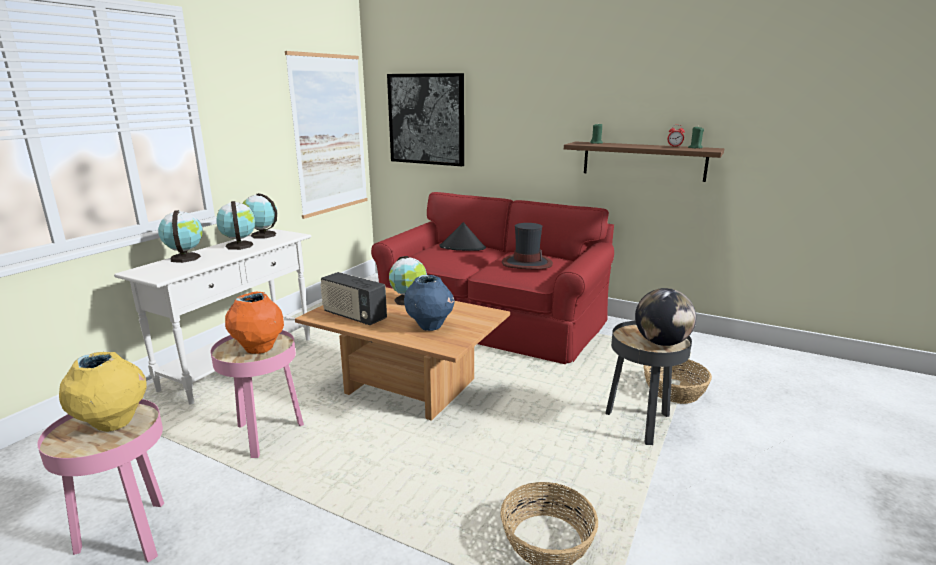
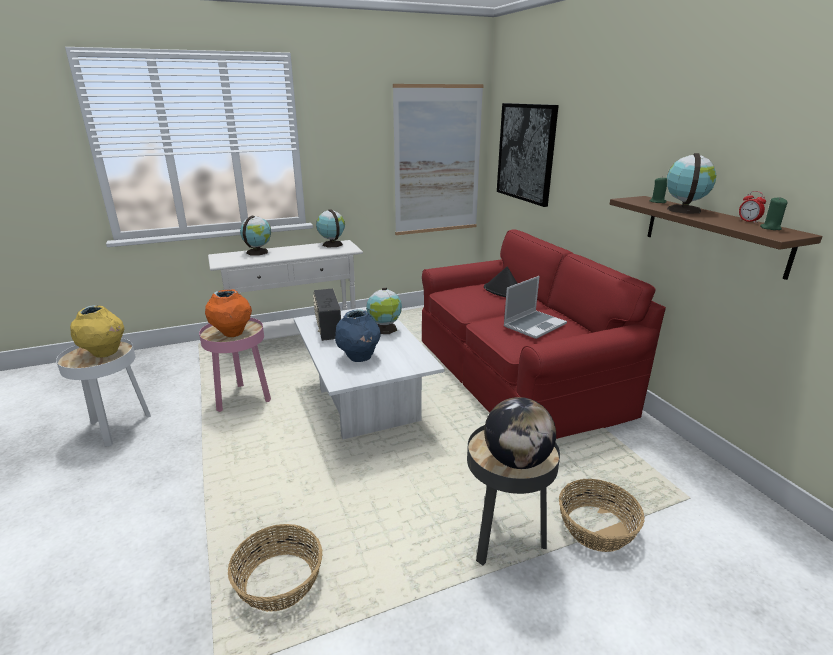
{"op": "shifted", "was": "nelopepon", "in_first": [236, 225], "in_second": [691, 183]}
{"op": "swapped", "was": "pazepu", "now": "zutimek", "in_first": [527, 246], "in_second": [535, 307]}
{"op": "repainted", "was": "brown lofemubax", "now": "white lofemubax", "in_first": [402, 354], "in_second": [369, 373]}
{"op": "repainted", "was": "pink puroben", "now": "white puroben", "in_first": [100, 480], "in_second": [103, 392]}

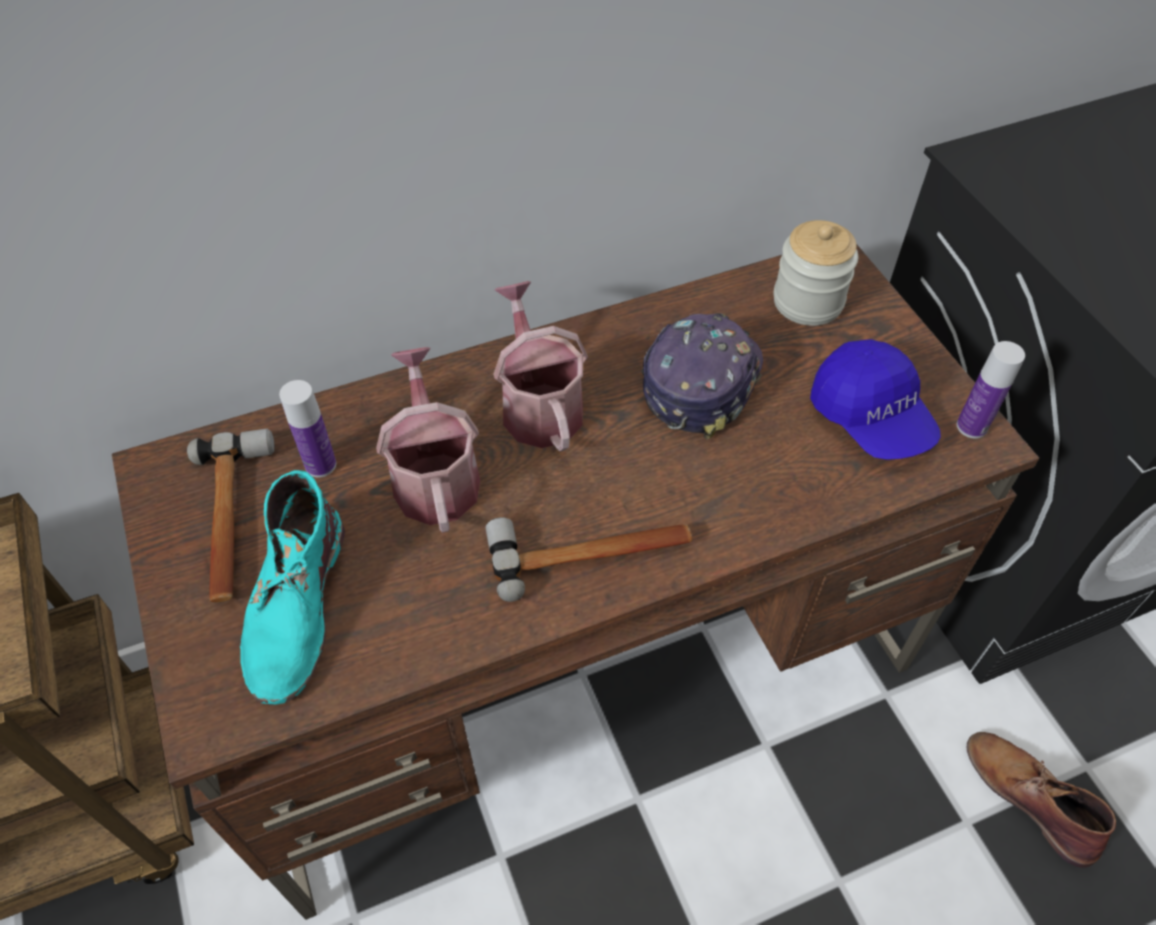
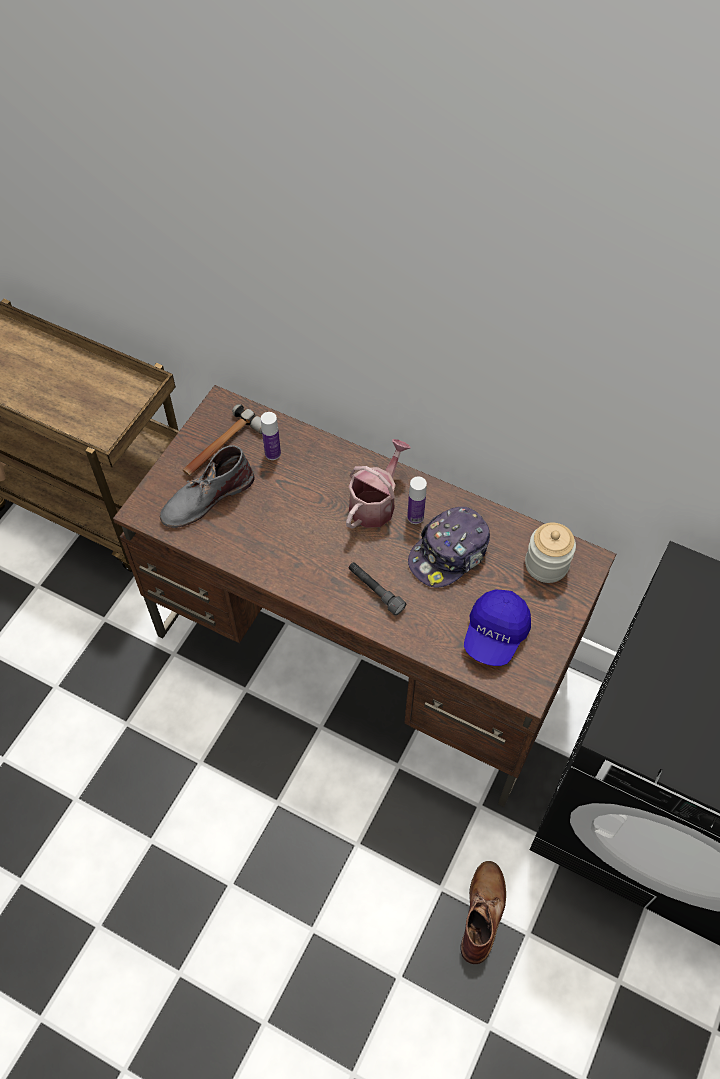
{"op": "rotated", "was": "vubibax", "in_first": [702, 376], "in_second": [449, 547], "clockwise": 150}
{"op": "shifted", "was": "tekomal", "in_first": [991, 390], "in_second": [417, 500]}
{"op": "gone", "was": "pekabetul", "in_first": [428, 440]}
{"op": "repainted", "was": "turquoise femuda", "now": "grey femuda", "in_first": [292, 587], "in_second": [207, 486]}
{"op": "gone", "was": "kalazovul", "in_first": [589, 559]}
{"op": "new", "now": "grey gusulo", "in_second": [377, 589]}

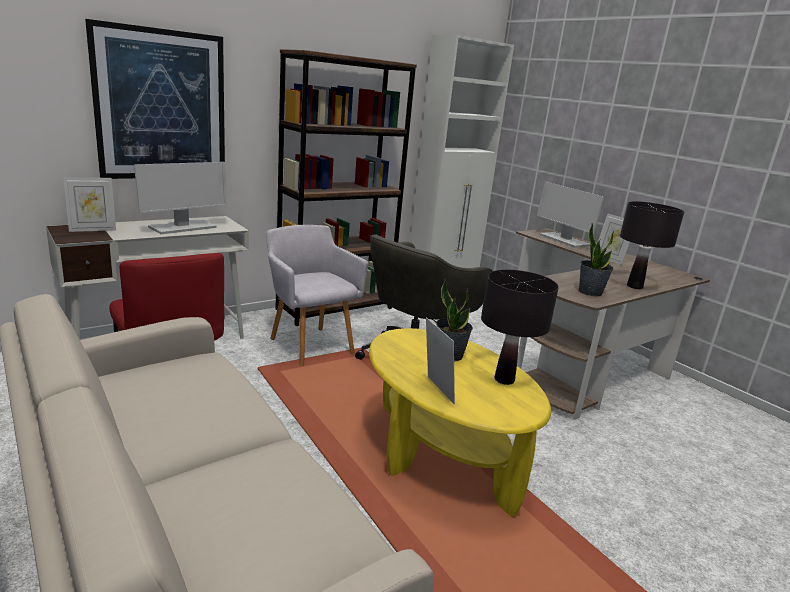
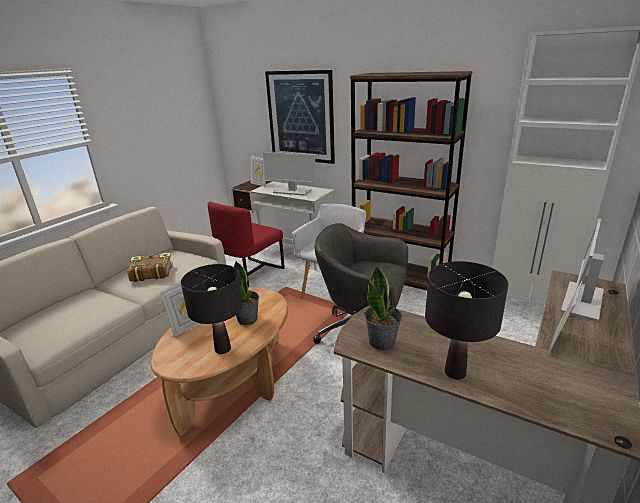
{"op": "repainted", "was": "yellow lofemubax", "now": "brown lofemubax", "in_first": [460, 422], "in_second": [219, 362]}
{"op": "new", "now": "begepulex", "in_second": [150, 267]}

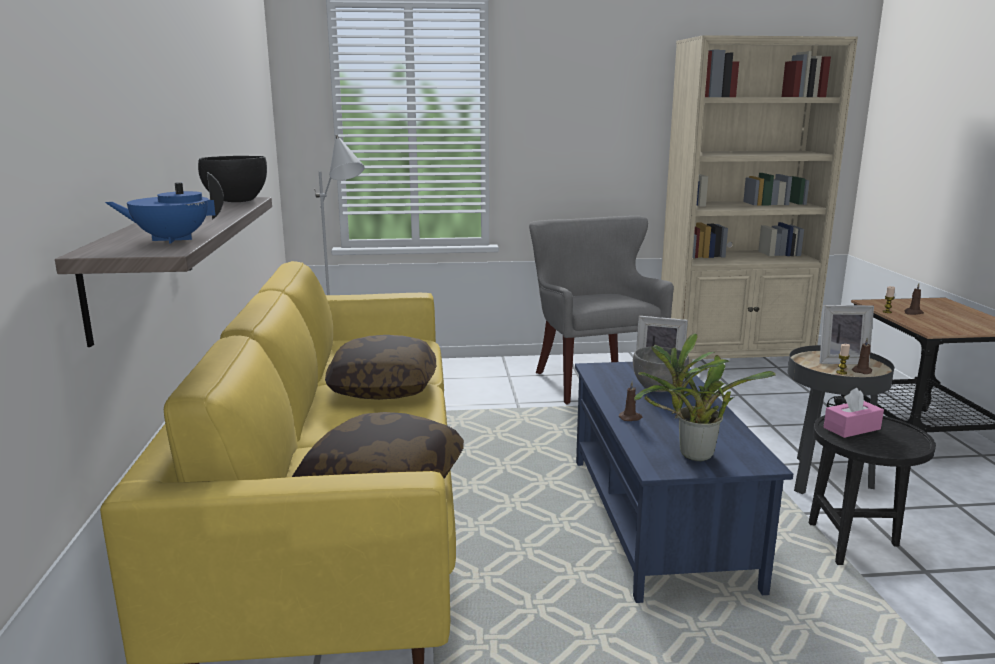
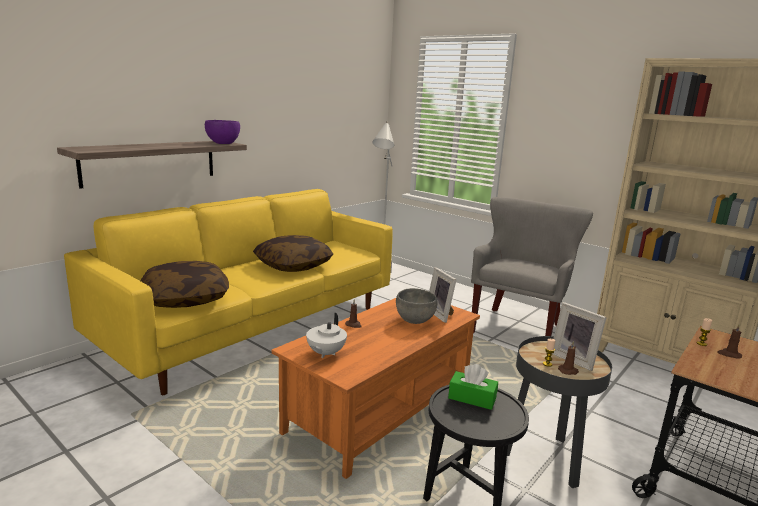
{"op": "repainted", "was": "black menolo", "now": "purple menolo", "in_first": [232, 179], "in_second": [222, 132]}
{"op": "gone", "was": "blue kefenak", "in_first": [164, 207]}
{"op": "swapped", "was": "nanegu", "now": "white kefenak", "in_first": [704, 397], "in_second": [326, 335]}
{"op": "repainted", "was": "blue lofemubax", "now": "orange lofemubax", "in_first": [684, 482], "in_second": [376, 388]}
{"op": "repainted", "was": "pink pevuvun", "now": "green pevuvun", "in_first": [854, 413], "in_second": [473, 387]}

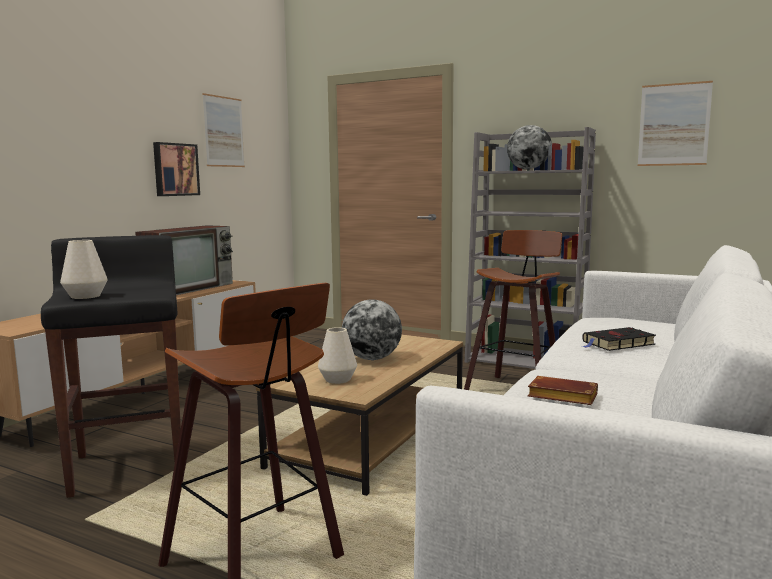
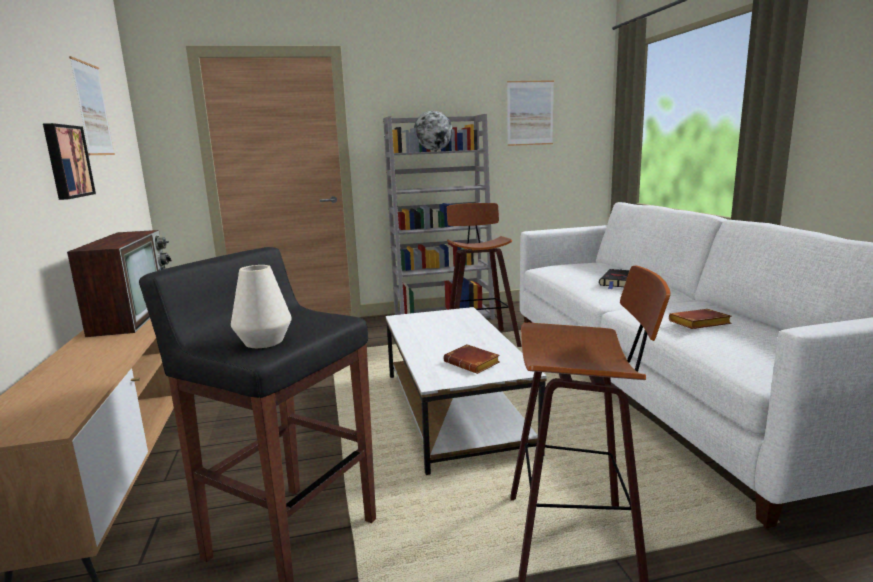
{"op": "gone", "was": "nelopepon", "in_first": [372, 329]}
{"op": "swapped", "was": "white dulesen", "now": "brown begepulex", "in_first": [337, 355], "in_second": [471, 359]}
{"op": "repainted", "was": "brown lofemubax", "now": "white lofemubax", "in_first": [359, 415], "in_second": [466, 391]}

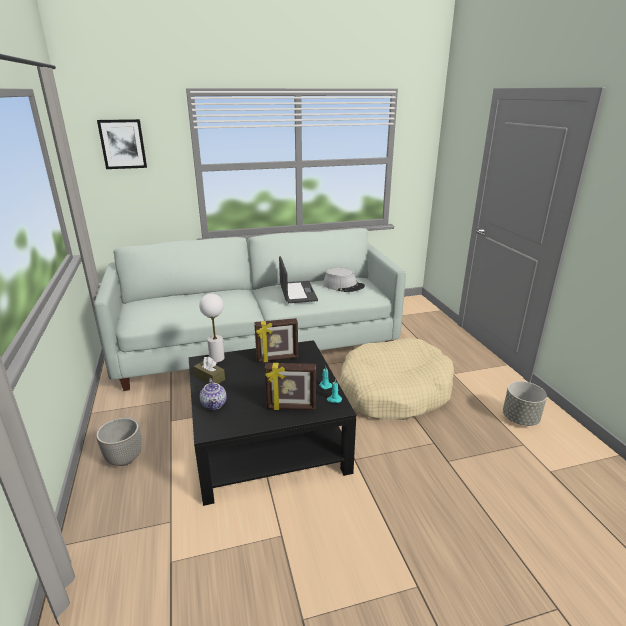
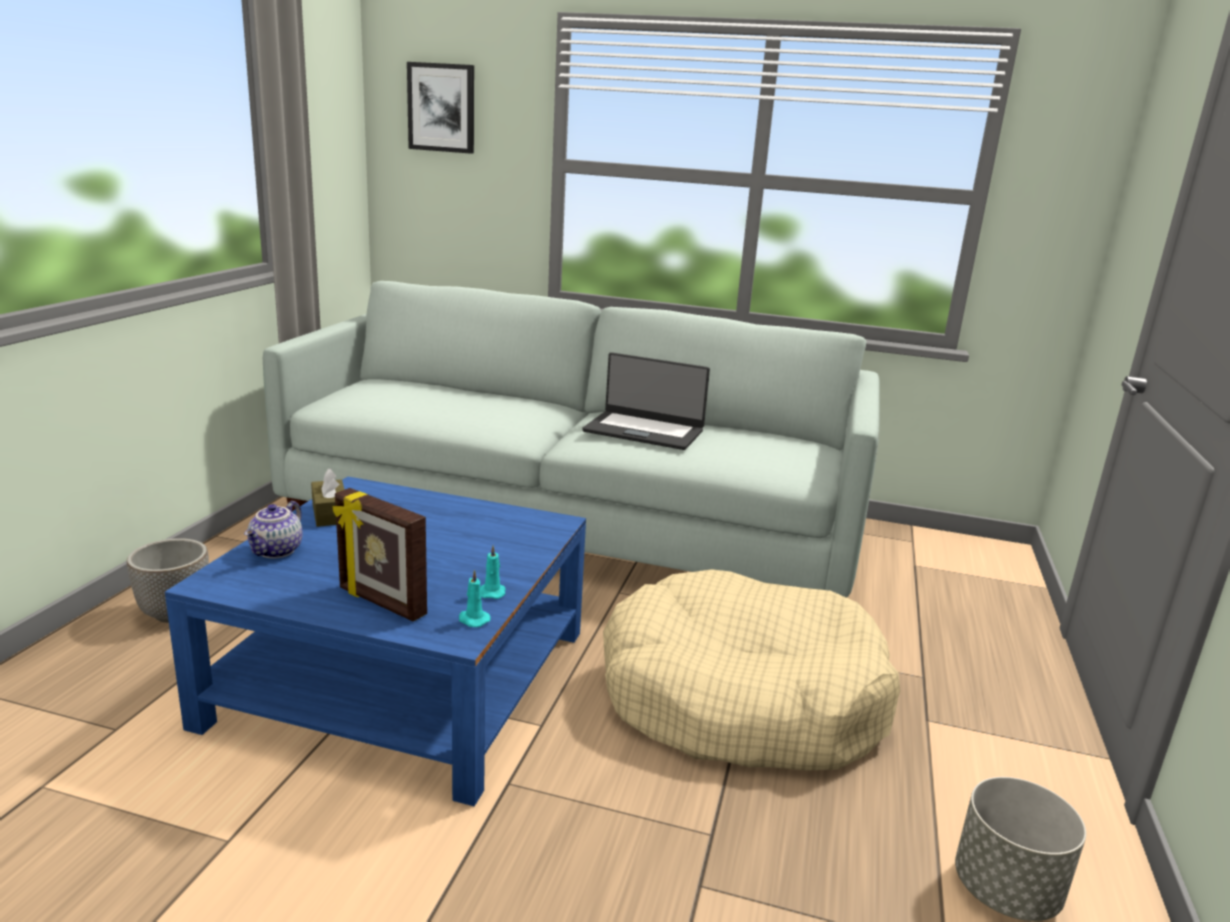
{"op": "rotated", "was": "zutimek", "in_first": [298, 279], "in_second": [646, 401], "clockwise": 90}
{"op": "gone", "was": "grey pazepu", "in_first": [344, 280]}
{"op": "gone", "was": "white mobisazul", "in_first": [212, 328]}
{"op": "gone", "was": "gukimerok", "in_first": [276, 340]}
{"op": "repainted", "was": "black lofemubax", "now": "blue lofemubax", "in_first": [272, 423], "in_second": [375, 641]}

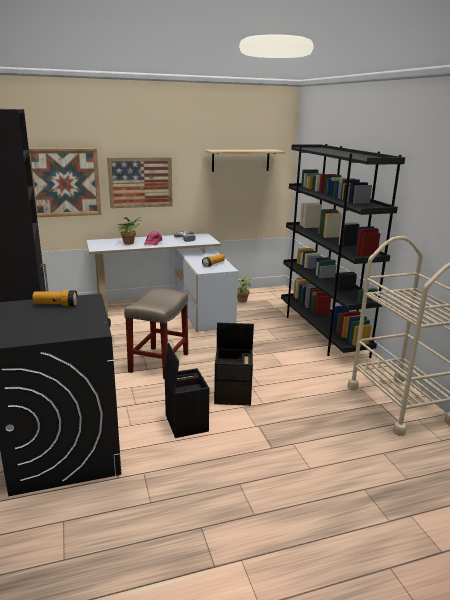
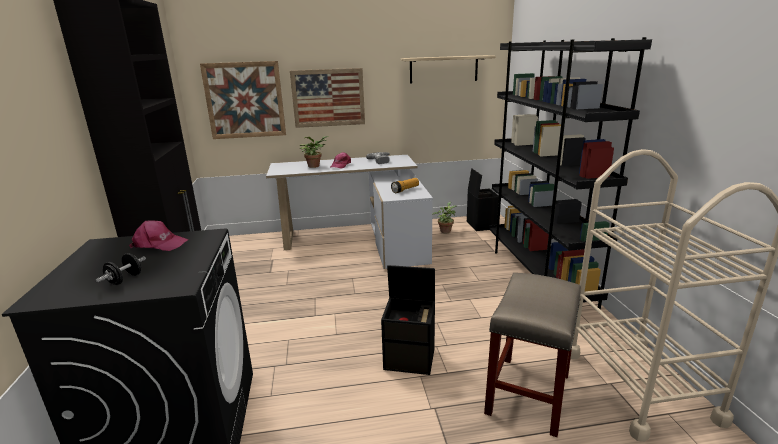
{"op": "shifted", "was": "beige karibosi", "in_first": [156, 333], "in_second": [532, 355]}
{"op": "swapped", "was": "gusulo", "now": "pink vubibax", "in_first": [55, 298], "in_second": [158, 235]}
{"op": "shifted", "was": "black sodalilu", "in_first": [186, 390], "in_second": [483, 199]}
{"op": "new", "now": "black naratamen", "in_second": [121, 269]}

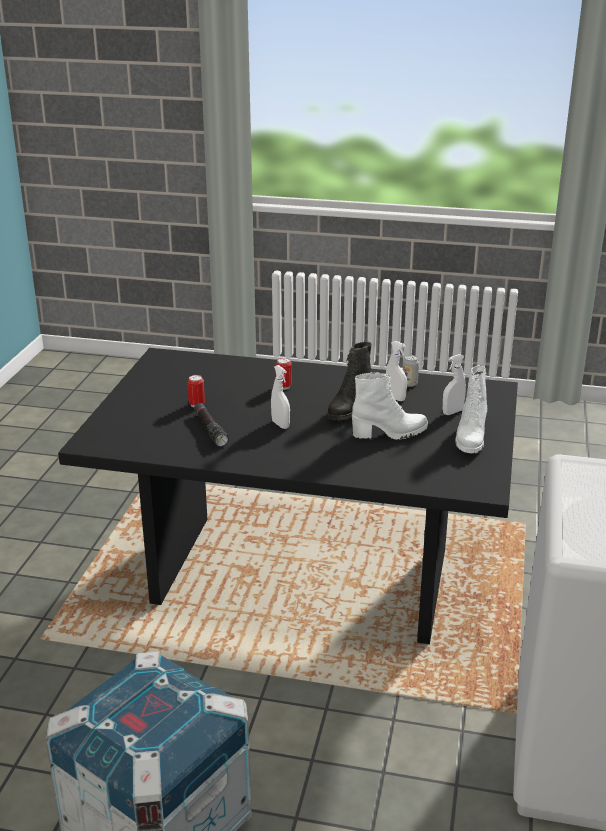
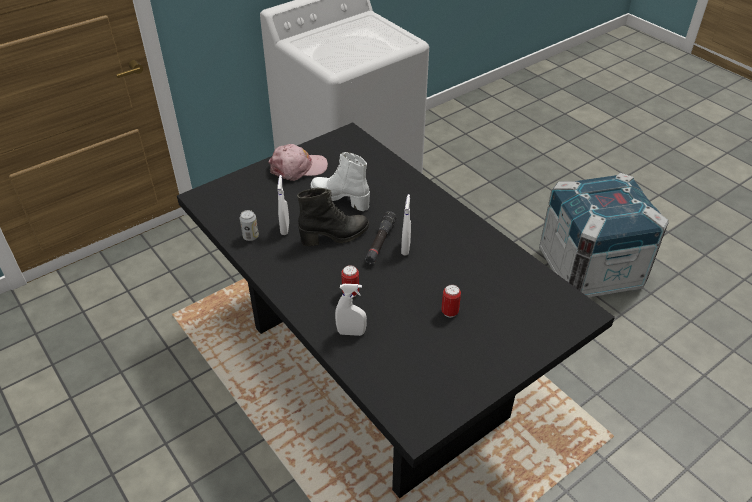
{"op": "shifted", "was": "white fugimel", "in_first": [454, 384], "in_second": [351, 310]}
{"op": "swapped", "was": "white femuda", "now": "pink vubibax", "in_first": [471, 409], "in_second": [298, 162]}
{"op": "shifted", "was": "black gusulo", "in_first": [211, 425], "in_second": [381, 238]}

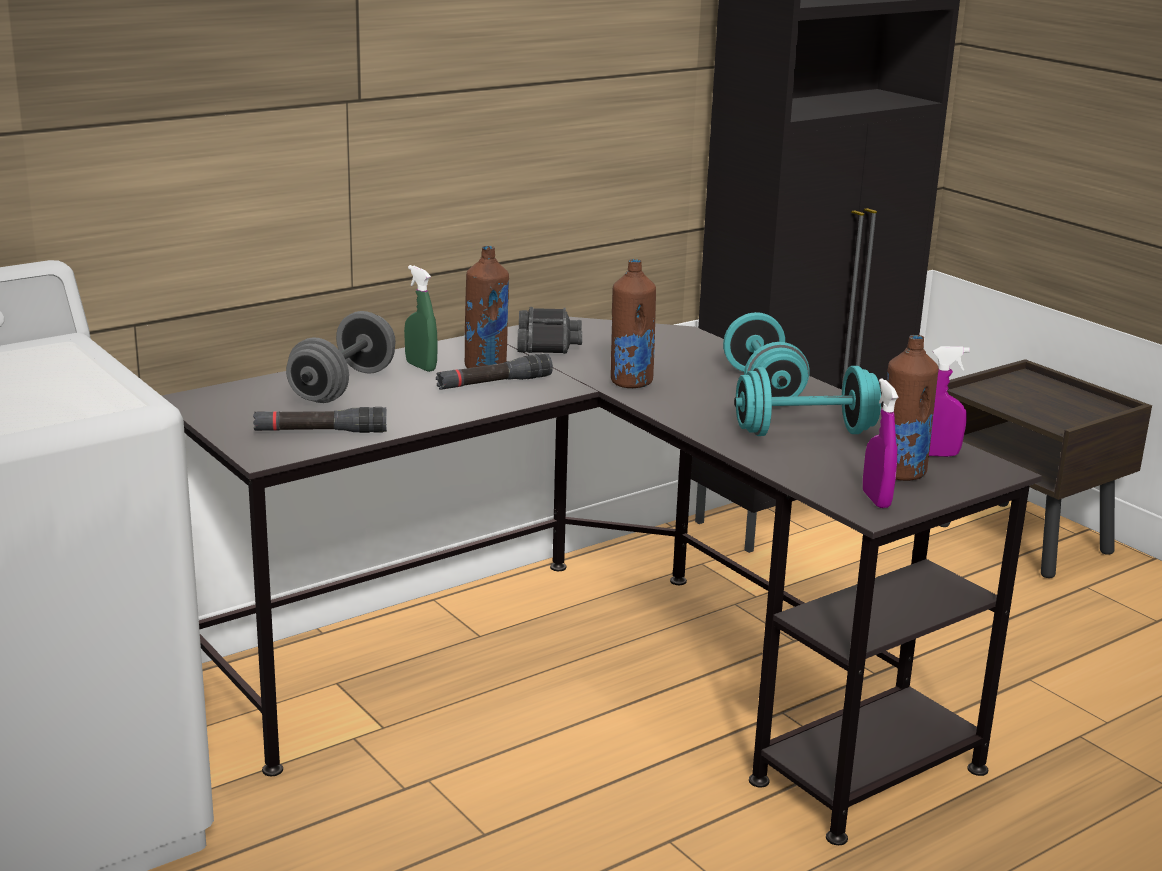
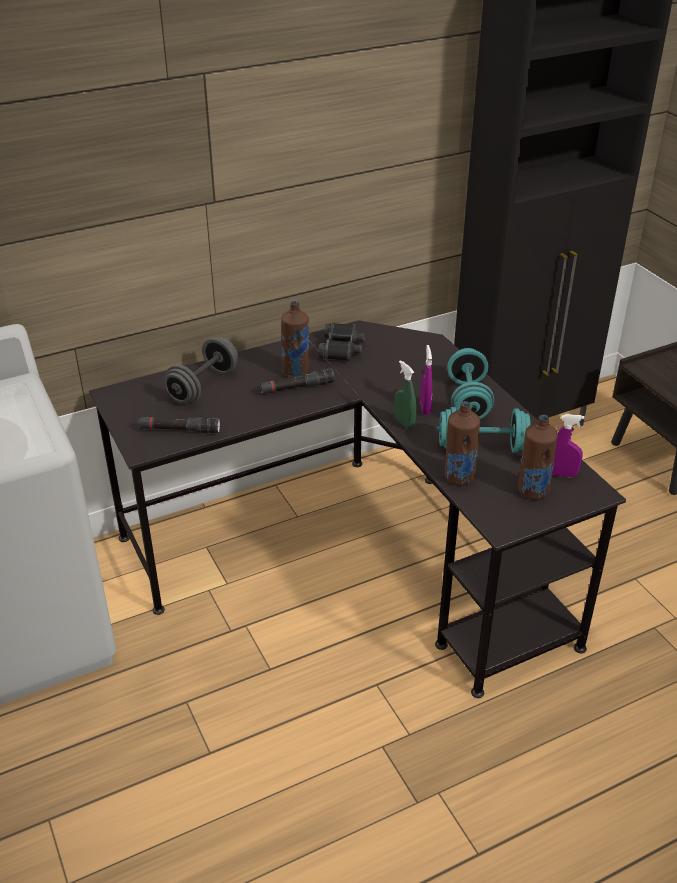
{"op": "shifted", "was": "brown tekomal", "in_first": [633, 323], "in_second": [462, 443]}
{"op": "shifted", "was": "green fugimel", "in_first": [421, 318], "in_second": [405, 395]}
{"op": "shifted", "was": "purple fugimel", "in_first": [880, 443], "in_second": [426, 380]}

